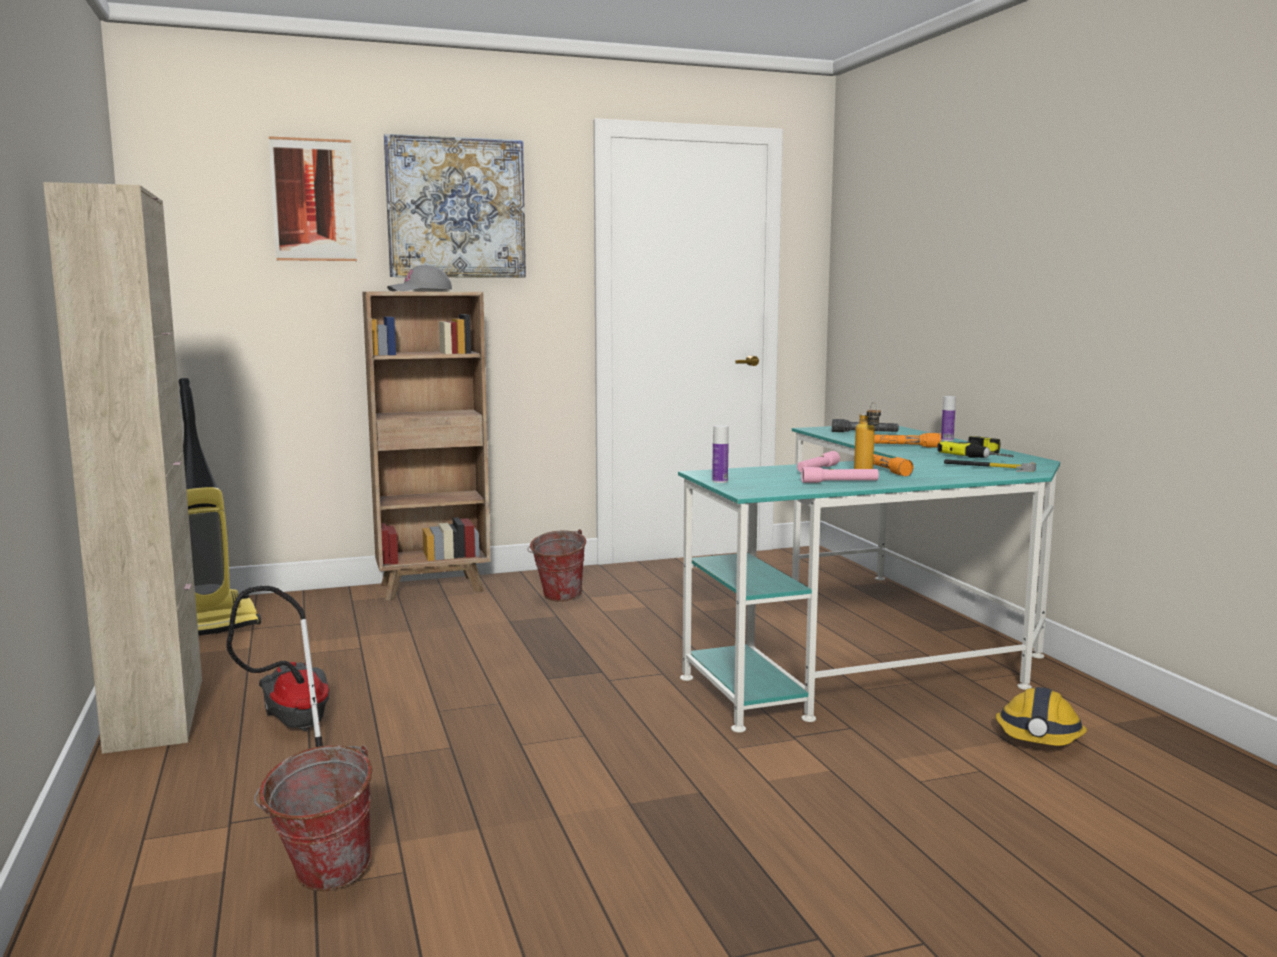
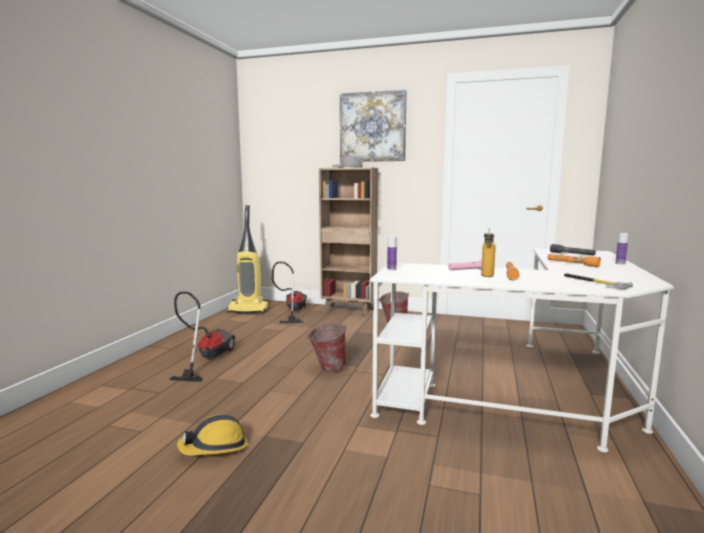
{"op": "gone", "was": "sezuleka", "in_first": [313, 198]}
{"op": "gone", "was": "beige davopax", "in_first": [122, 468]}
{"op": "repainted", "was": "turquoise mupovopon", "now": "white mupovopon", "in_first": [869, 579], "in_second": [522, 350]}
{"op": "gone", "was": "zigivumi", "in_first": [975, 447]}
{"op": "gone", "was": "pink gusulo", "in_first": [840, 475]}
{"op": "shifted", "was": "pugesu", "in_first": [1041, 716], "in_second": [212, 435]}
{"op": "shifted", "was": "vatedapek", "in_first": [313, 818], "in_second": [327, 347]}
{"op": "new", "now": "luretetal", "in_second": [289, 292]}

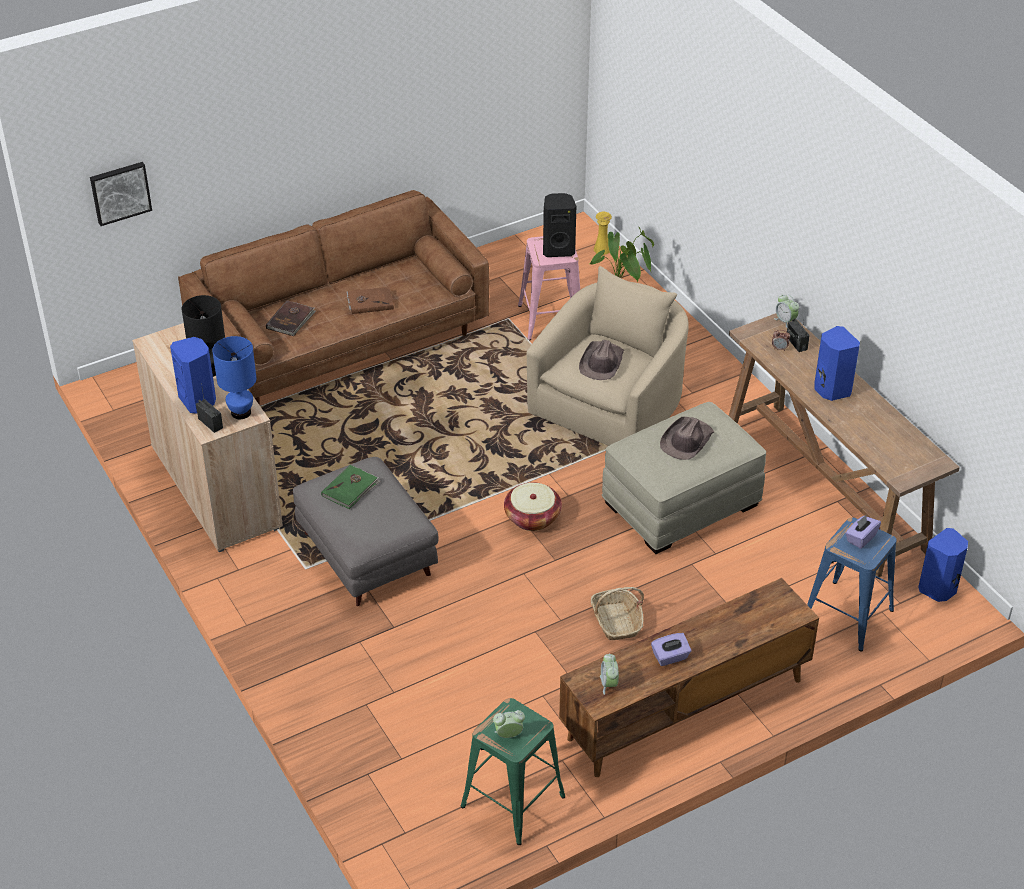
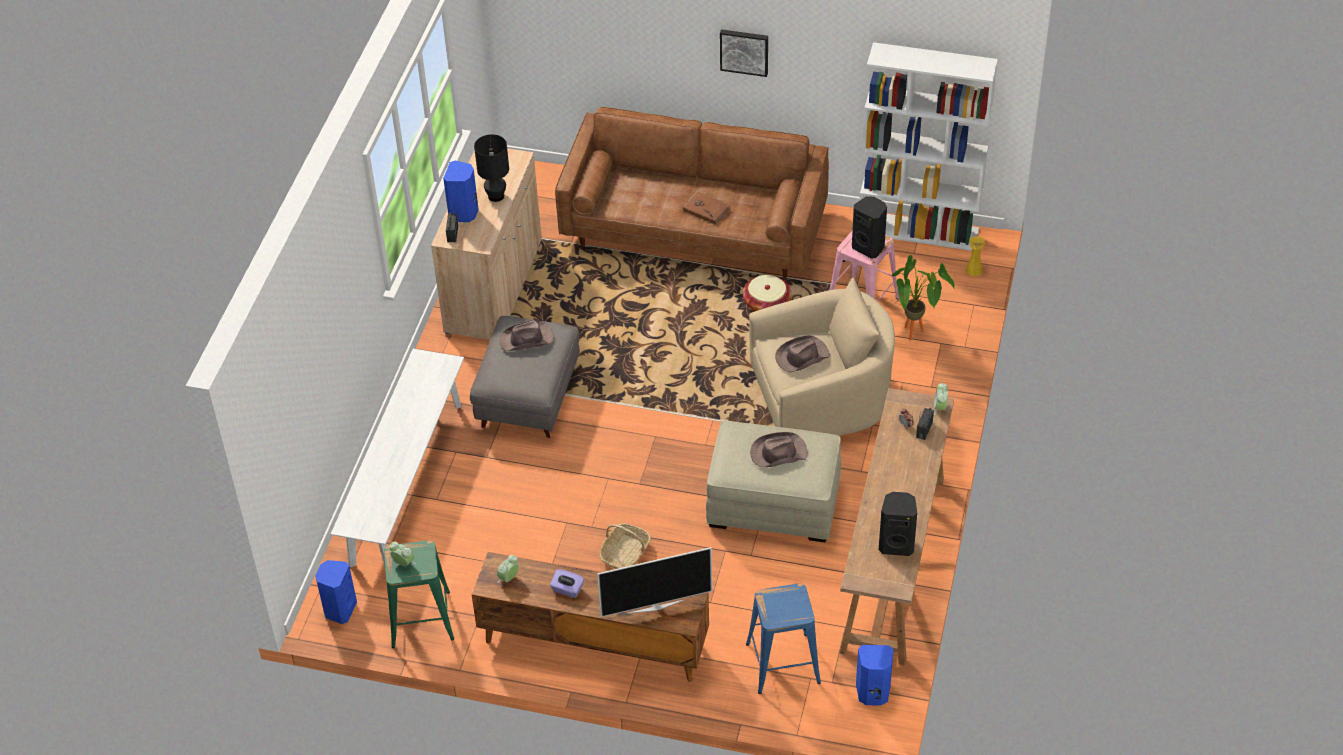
{"op": "shifted", "was": "sezuleka", "in_first": [121, 194], "in_second": [744, 53]}
{"op": "gone", "was": "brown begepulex", "in_first": [291, 318]}
{"op": "shifted", "was": "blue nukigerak", "in_first": [837, 363], "in_second": [336, 592]}
{"op": "gone", "was": "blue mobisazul", "in_first": [234, 377]}
{"op": "swapped", "was": "green begepulex", "now": "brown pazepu", "in_first": [350, 487], "in_second": [526, 335]}
{"op": "shifted", "was": "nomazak", "in_first": [533, 506], "in_second": [767, 293]}
{"op": "gone", "was": "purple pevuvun", "in_first": [863, 532]}
{"op": "new", "now": "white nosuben", "in_second": [929, 146]}
{"op": "new", "now": "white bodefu", "in_second": [397, 458]}
{"op": "new", "now": "black nukigerak", "in_second": [898, 524]}
{"op": "new", "now": "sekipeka", "in_second": [654, 582]}

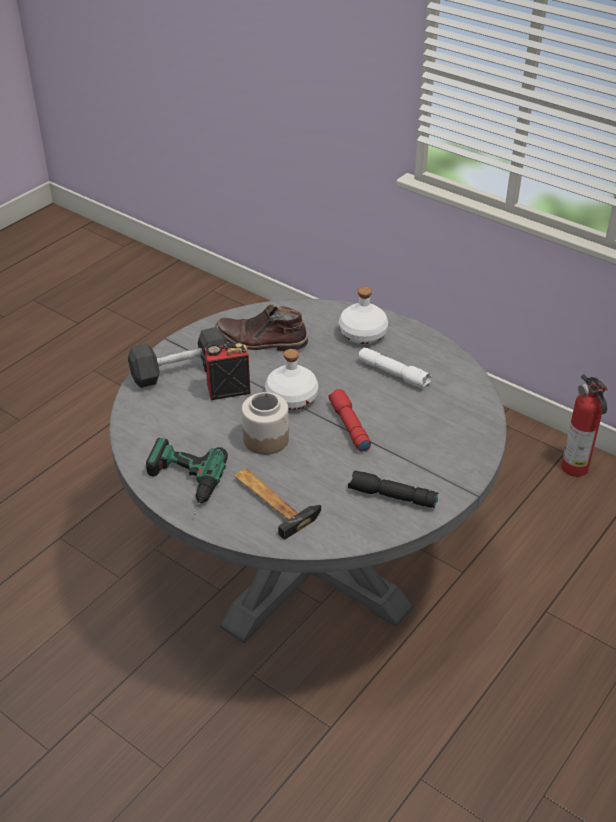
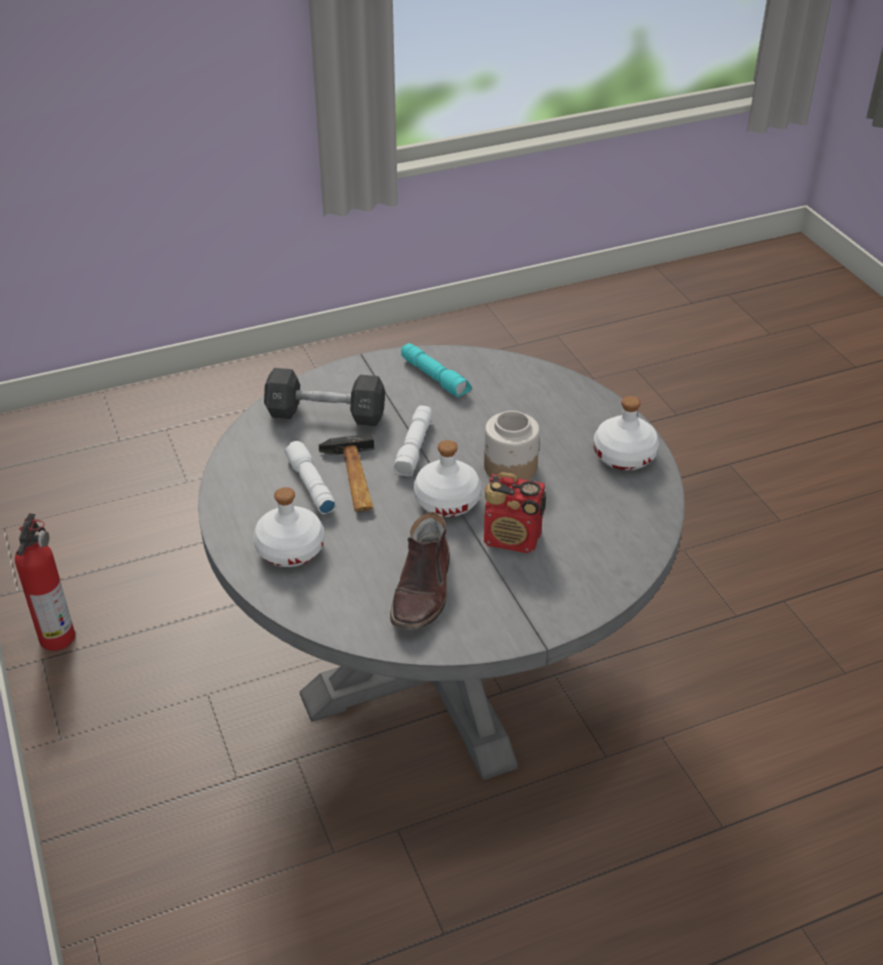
{"op": "rotated", "was": "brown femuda", "in_first": [261, 327], "in_second": [420, 571], "clockwise": 60}
{"op": "shifted", "was": "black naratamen", "in_first": [177, 357], "in_second": [324, 397]}
{"op": "repainted", "was": "red gusulo", "now": "white gusulo", "in_first": [349, 420], "in_second": [412, 440]}
{"op": "swapped", "was": "zigivumi", "now": "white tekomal", "in_first": [187, 476], "in_second": [626, 433]}
{"op": "shifted", "was": "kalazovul", "in_first": [277, 504], "in_second": [346, 472]}
{"op": "repainted", "was": "black gusulo", "now": "turquoise gusulo", "in_first": [393, 489], "in_second": [436, 370]}

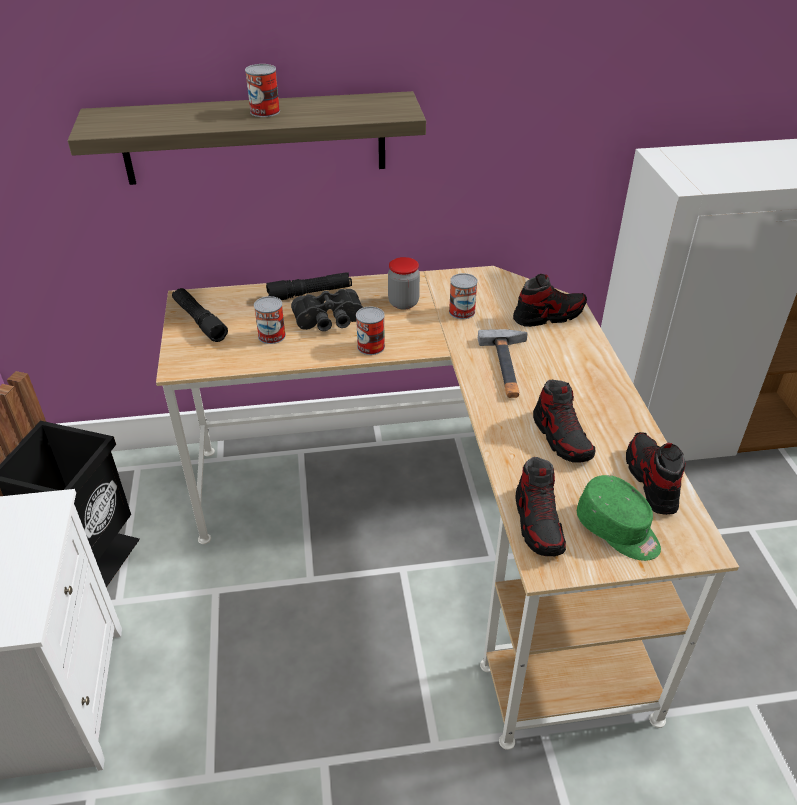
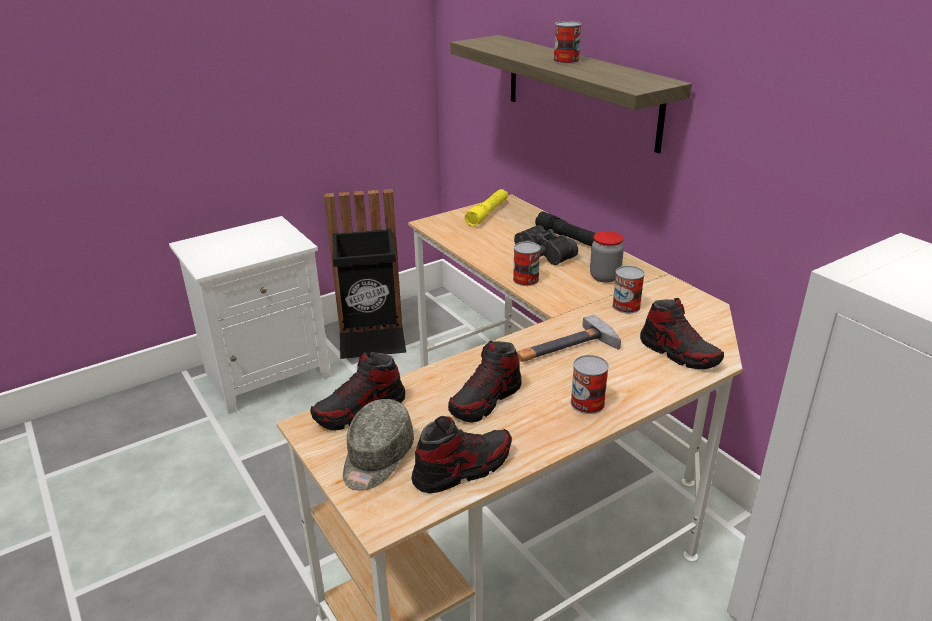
{"op": "repainted", "was": "black gusulo", "now": "yellow gusulo", "in_first": [200, 315], "in_second": [486, 208]}
{"op": "shifted", "was": "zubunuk", "in_first": [270, 320], "in_second": [590, 384]}
{"op": "repainted", "was": "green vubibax", "now": "grey vubibax", "in_first": [619, 518], "in_second": [378, 445]}

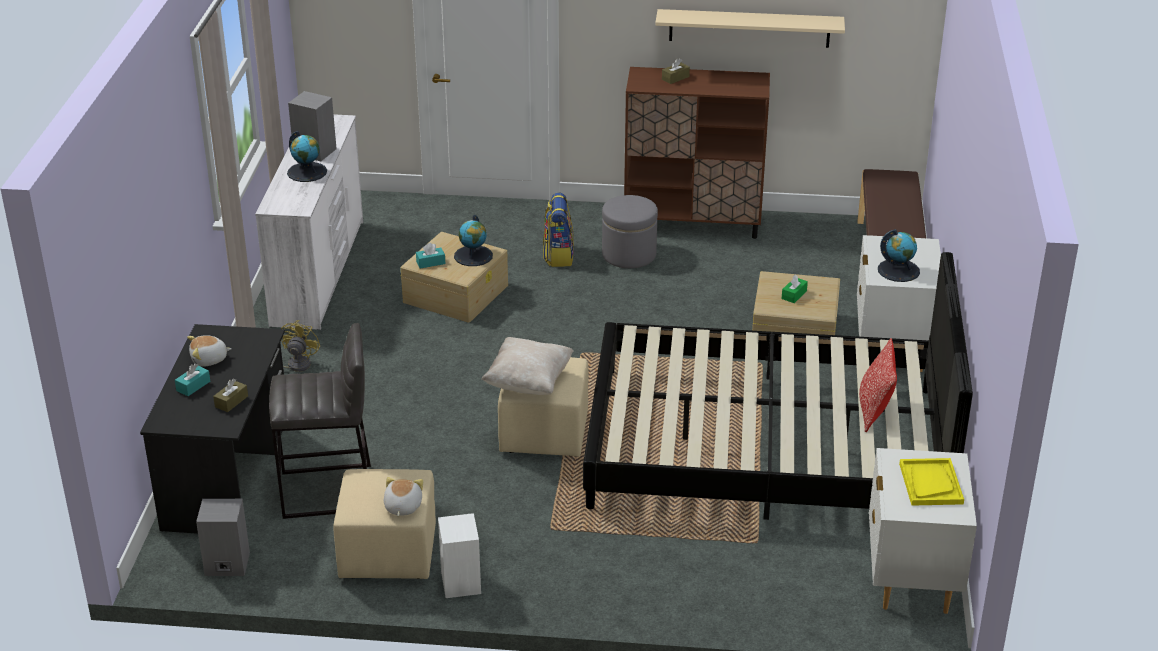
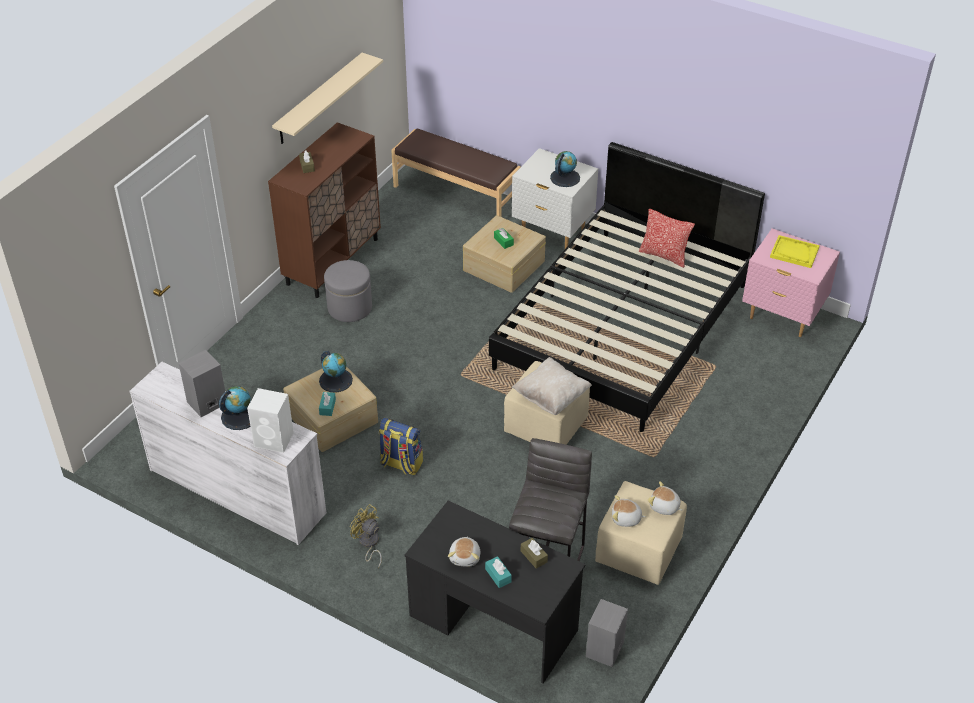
{"op": "shifted", "was": "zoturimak", "in_first": [558, 230], "in_second": [401, 446]}
{"op": "repainted", "was": "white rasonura", "now": "pink rasonura", "in_first": [923, 531], "in_second": [791, 282]}
{"op": "shifted", "was": "white nukigerak", "in_first": [459, 555], "in_second": [270, 420]}
{"op": "new", "now": "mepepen", "in_second": [629, 511]}

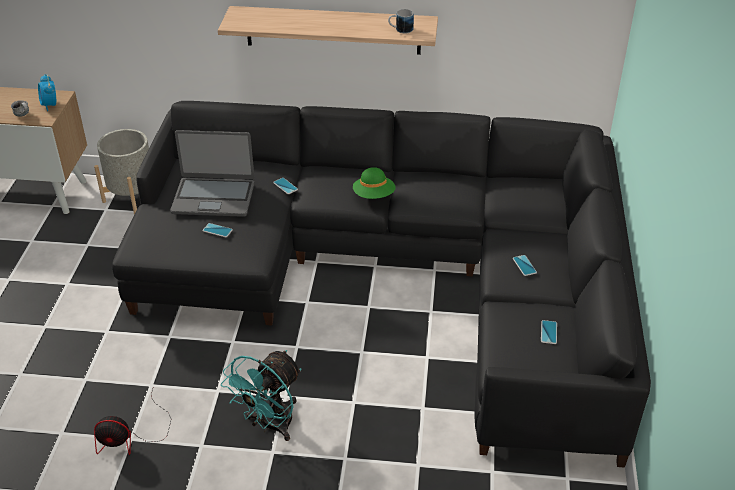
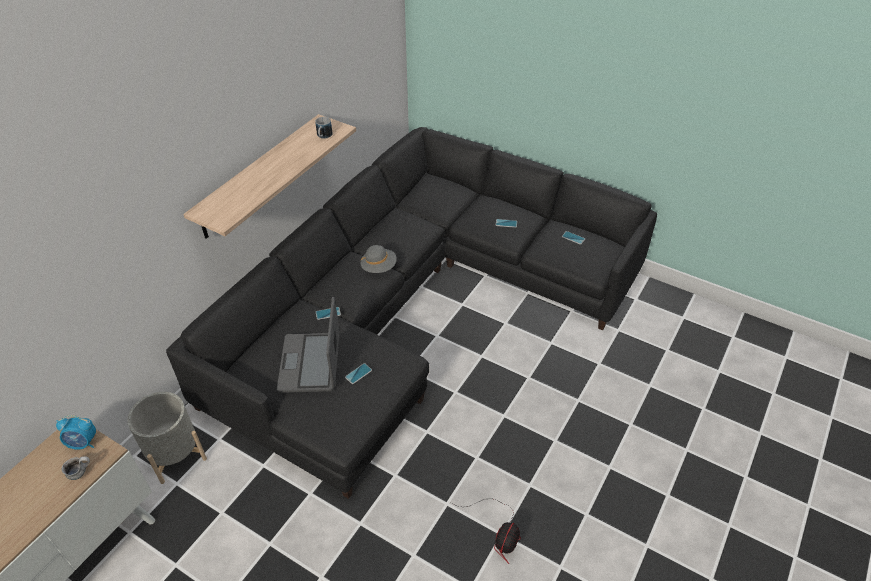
{"op": "rotated", "was": "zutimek", "in_first": [212, 173], "in_second": [308, 345], "clockwise": 150}
{"op": "repainted", "was": "green pazepu", "now": "grey pazepu", "in_first": [374, 183], "in_second": [379, 259]}
{"op": "gone", "was": "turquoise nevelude", "in_first": [261, 395]}

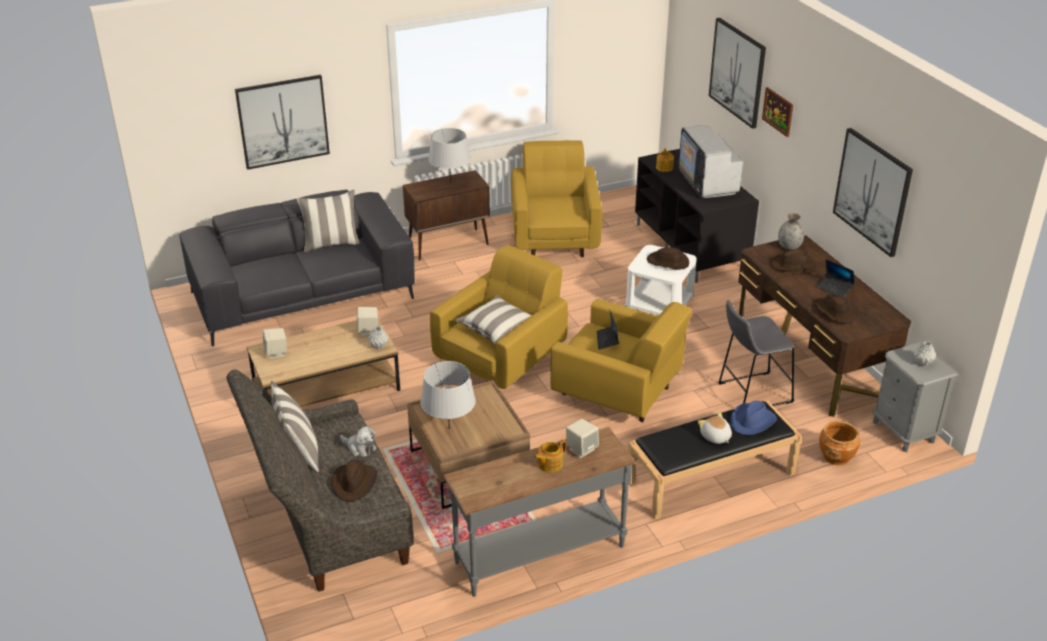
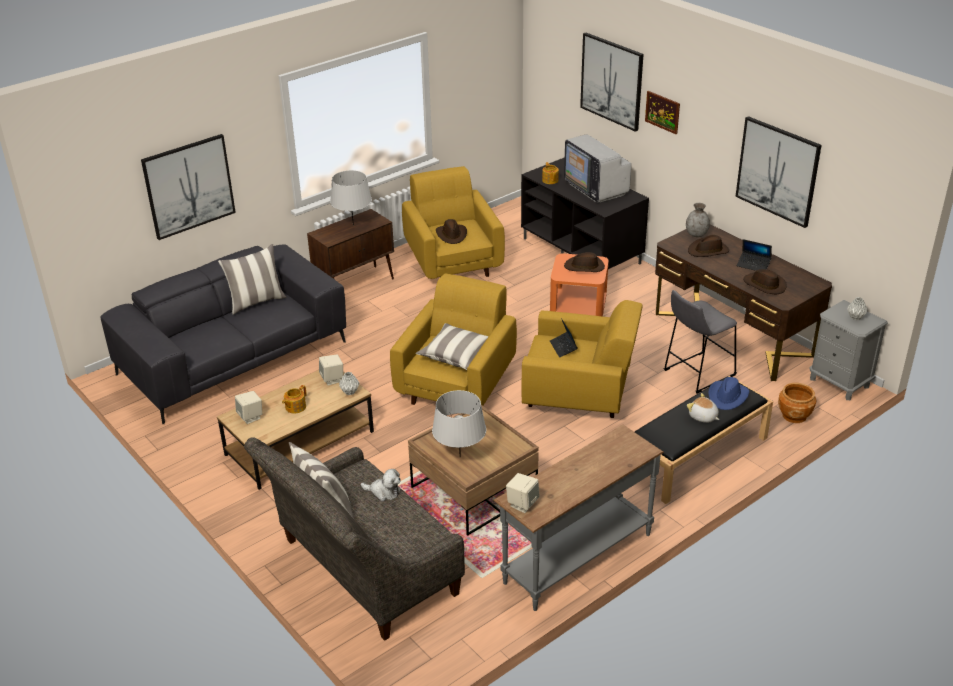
{"op": "repainted", "was": "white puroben", "now": "orange puroben", "in_first": [661, 280], "in_second": [579, 284]}
{"op": "shifted", "was": "beige nukigerak", "in_first": [582, 438], "in_second": [523, 493]}
{"op": "shifted", "was": "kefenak", "in_first": [550, 455], "in_second": [294, 399]}
{"op": "shifted", "was": "brown pazepu", "in_first": [354, 481], "in_second": [451, 231]}

